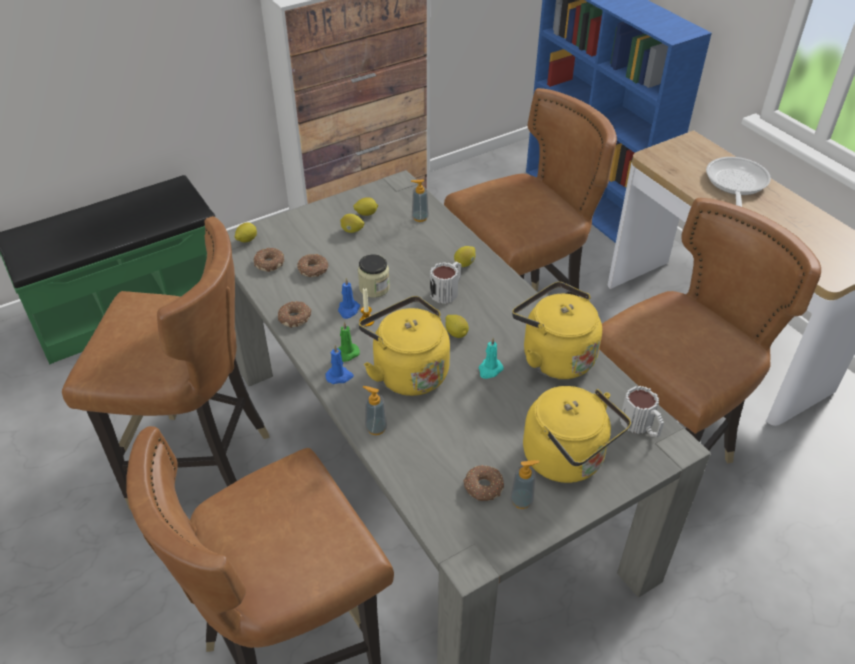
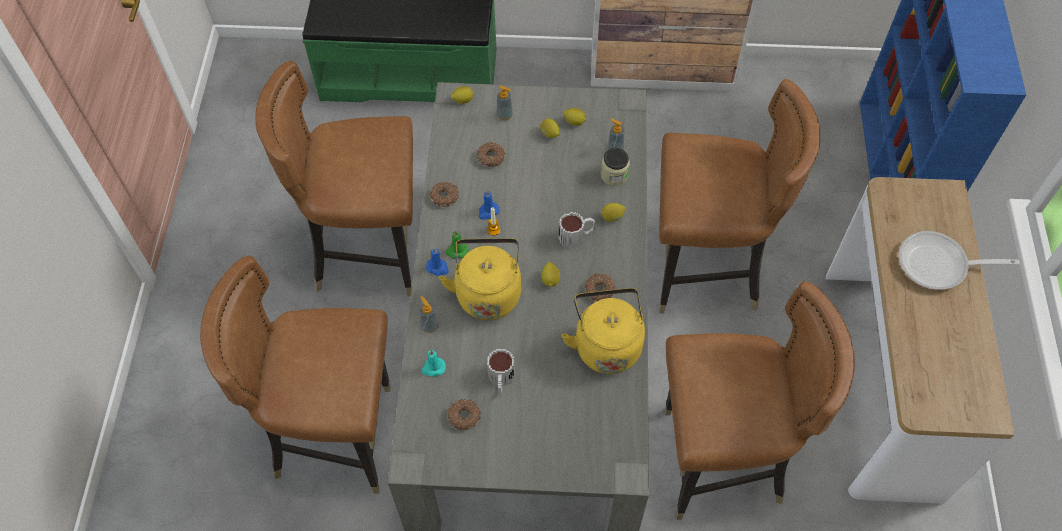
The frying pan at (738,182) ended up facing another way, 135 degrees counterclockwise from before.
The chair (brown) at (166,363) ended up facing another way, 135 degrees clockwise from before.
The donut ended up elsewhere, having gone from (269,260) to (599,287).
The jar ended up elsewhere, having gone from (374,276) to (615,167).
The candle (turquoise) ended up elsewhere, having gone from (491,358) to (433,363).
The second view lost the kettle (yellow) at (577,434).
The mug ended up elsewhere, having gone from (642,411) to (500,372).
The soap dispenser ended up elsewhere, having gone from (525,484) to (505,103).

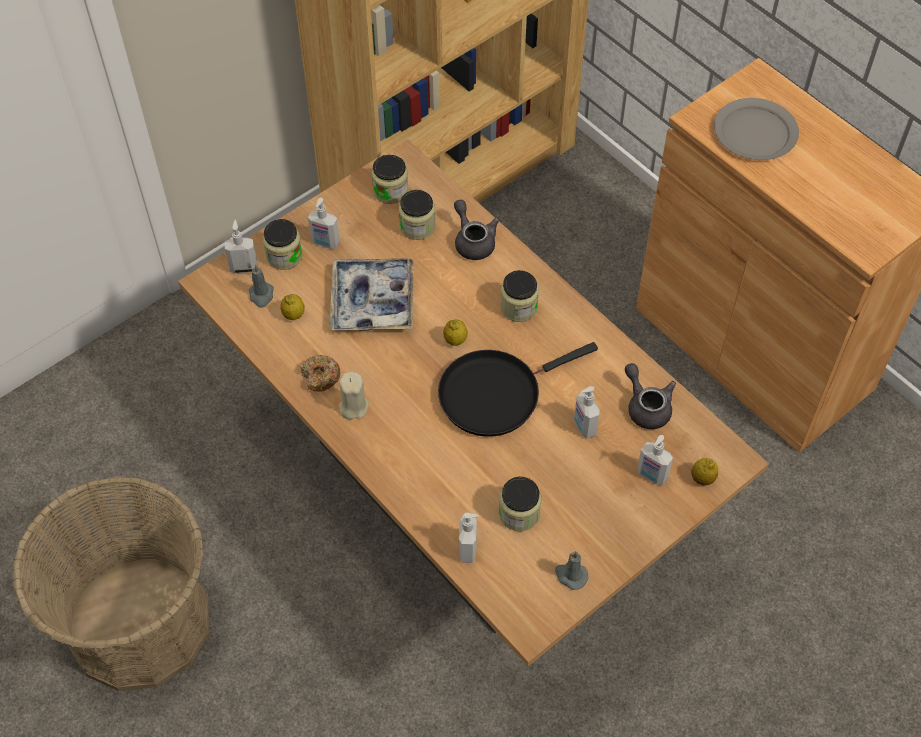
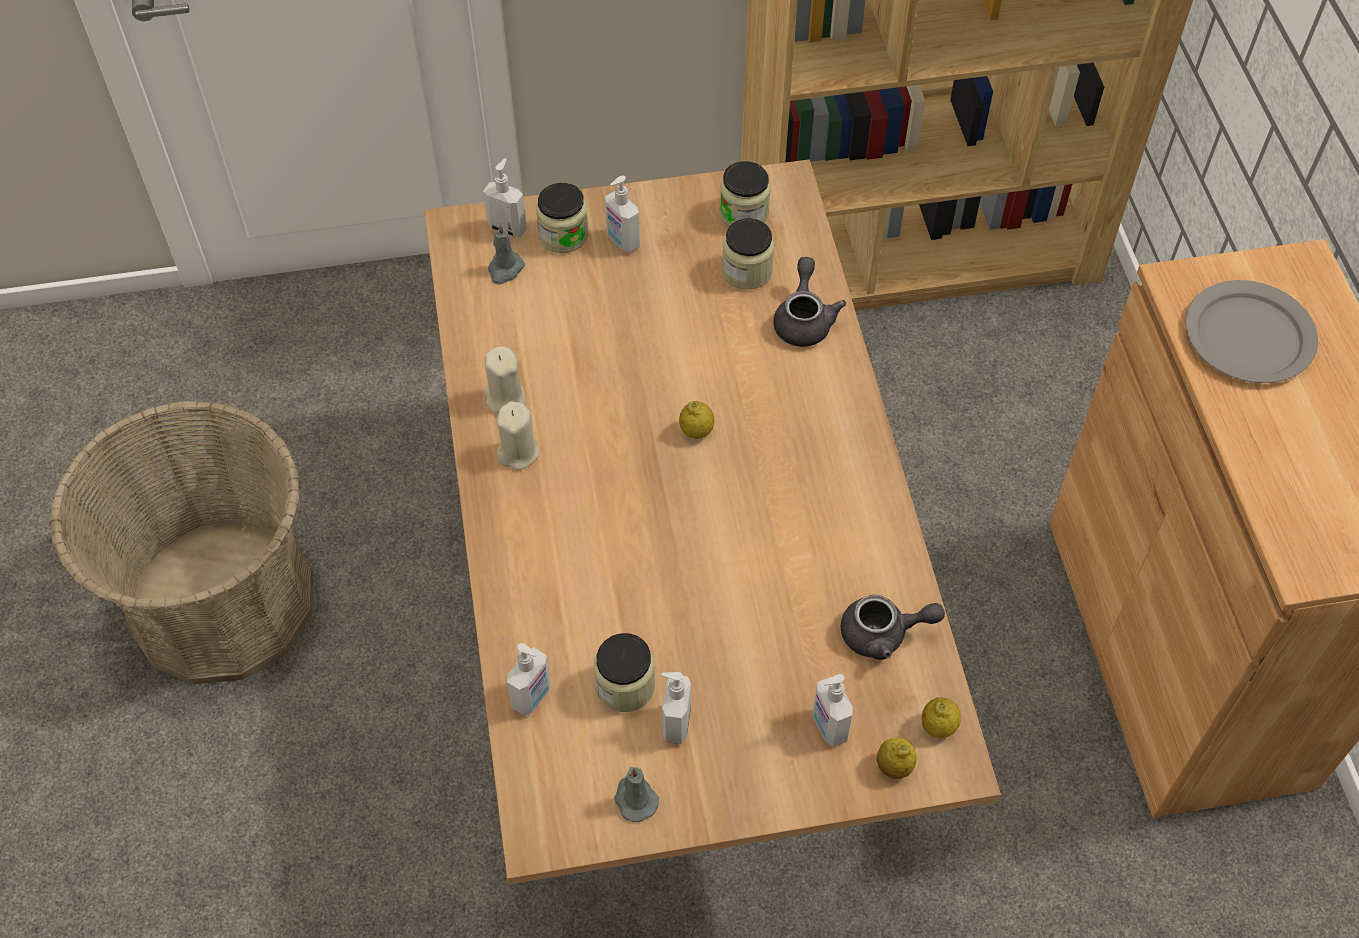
The second view lost the tray at (371,294).
The second view lost the jar at (519,296).
The lemon ended up elsewhere, having gone from (292,307) to (941,717).
The second view lost the frying pan (black) at (518,389).
Where the donut stood at (321,373), the candle (beige) came to stand at (505,380).
The teapot (grey) at (650,396) ended up facing another way, 90 degrees clockwise from before.
The soap dispenser ended up elsewhere, having gone from (587,412) to (676,708).

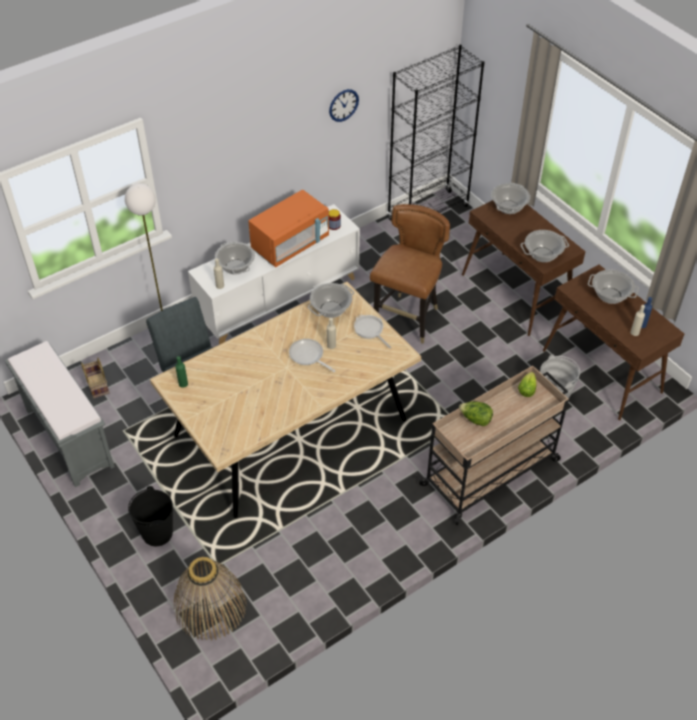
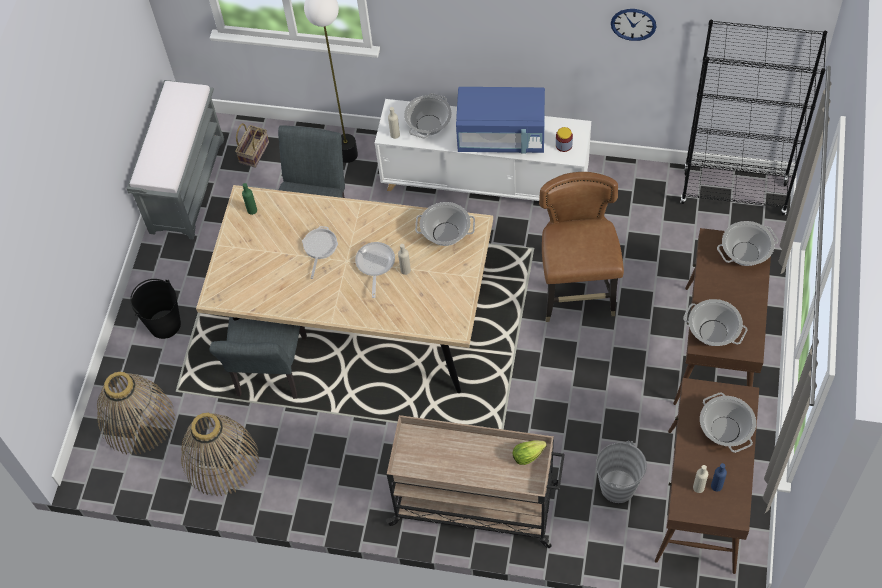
What was the microwave (orange) at (288,228) turned into the microwave (blue) at (500,120).
The chair (brown) at (410,274) ended up facing another way, 75 degrees counterclockwise from before.
The frying pan ended up elsewhere, having gone from (372,332) to (320,252).
The second view lost the lettuce at (476,413).
The second view gained the chair (grey) at (258,358).
The second view gained the basket at (220,454).

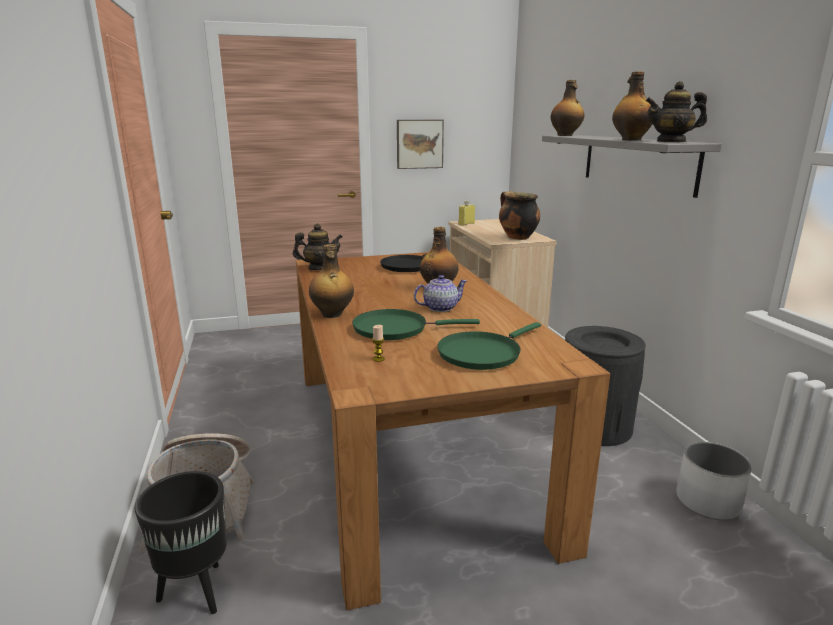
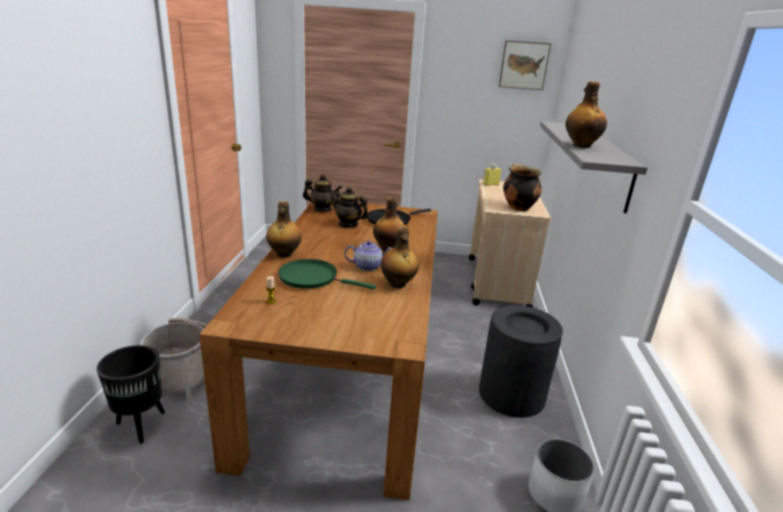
The bottle ended up elsewhere, having gone from (567,108) to (400,257).
The teapot ended up elsewhere, having gone from (676,112) to (350,207).
The picture ended up elsewhere, having gone from (420,144) to (525,65).
The second view lost the frying pan (green) at (489,346).

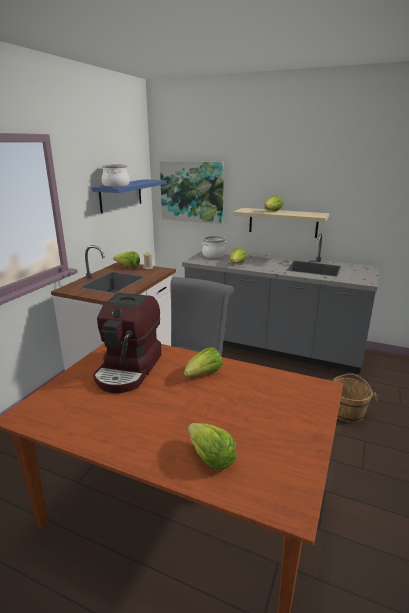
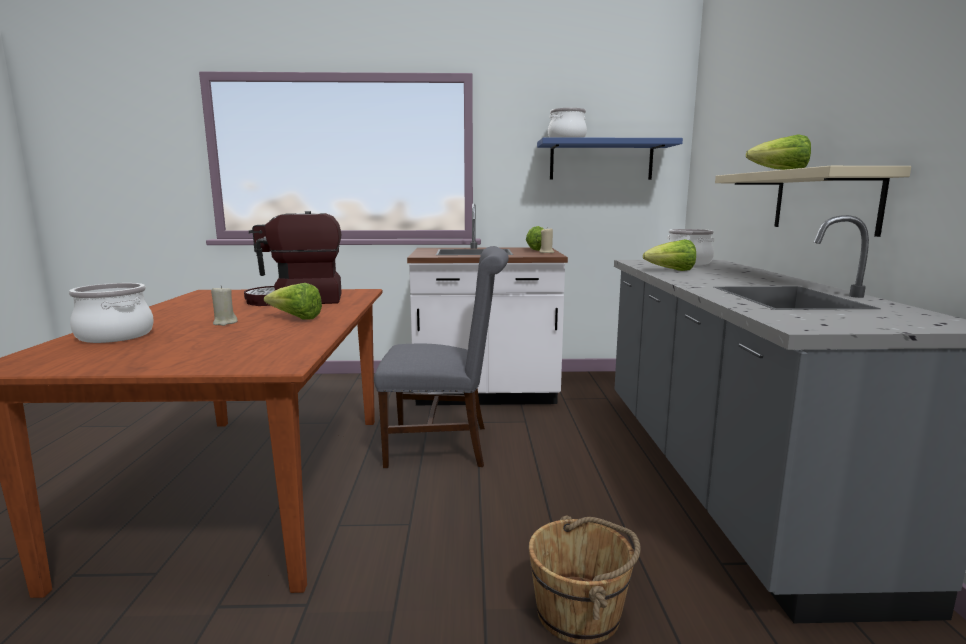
The second view lost the picture at (192,192).
Where the lettuce stood at (212,446), the cooking pot came to stand at (111,313).
The second view gained the candle (beige) at (224,306).

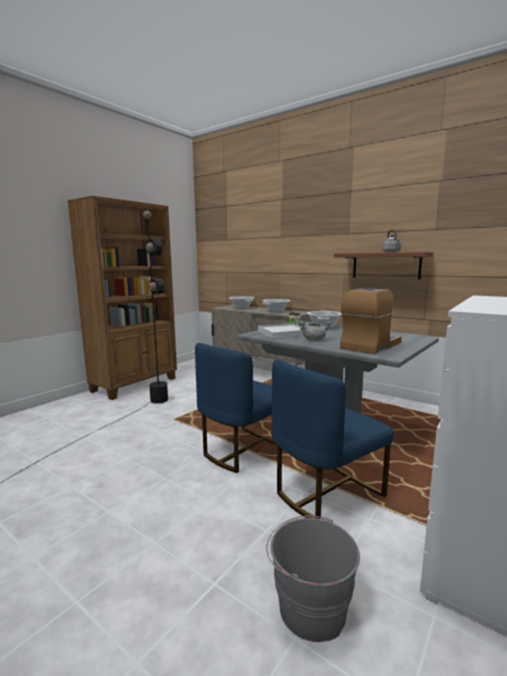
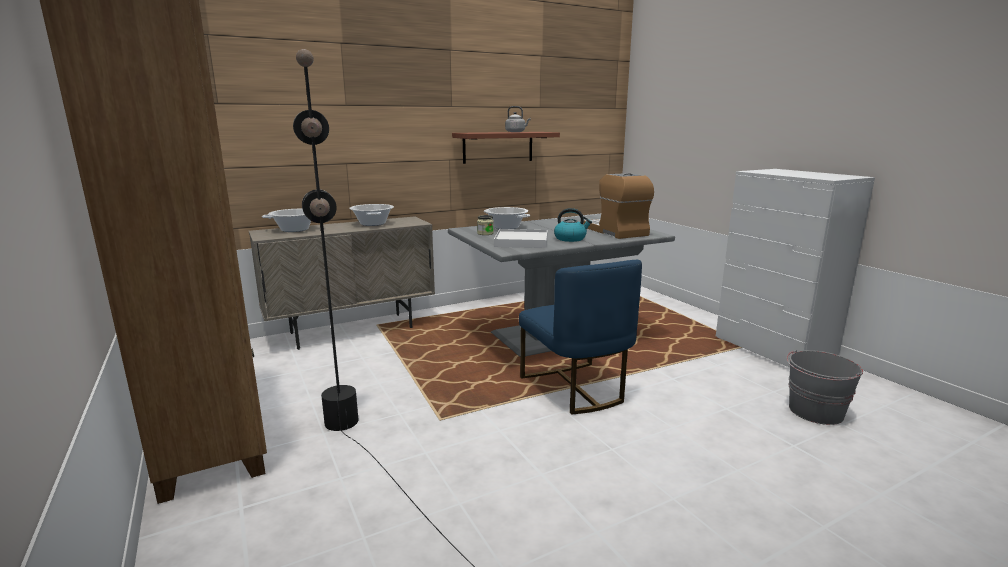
Where the cooking pot (grey) stood at (315,331), the kettle came to stand at (573,225).
The second view lost the chair (blue) at (333,439).

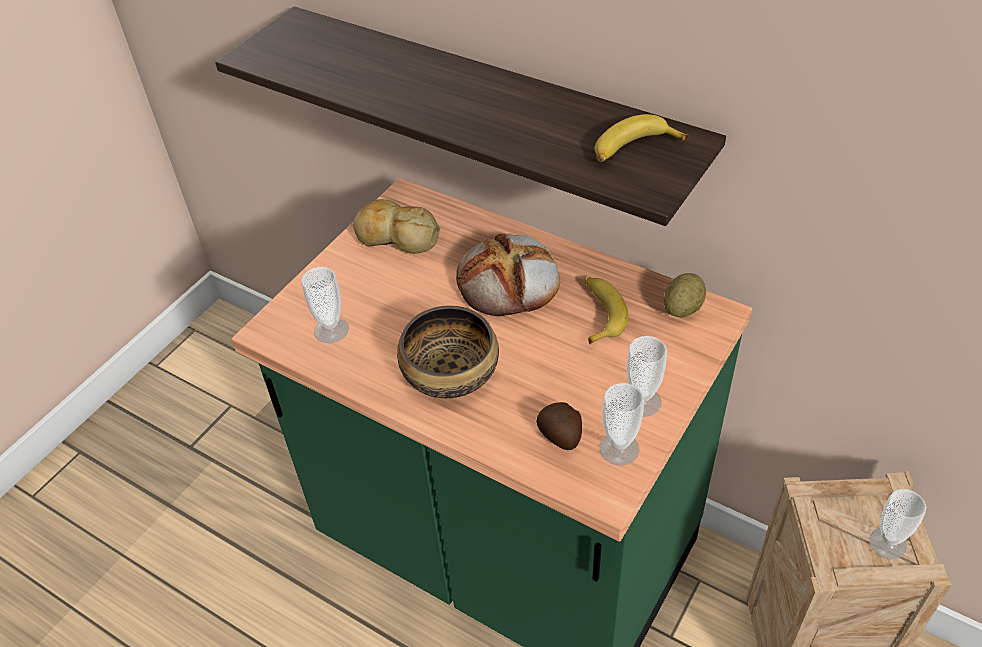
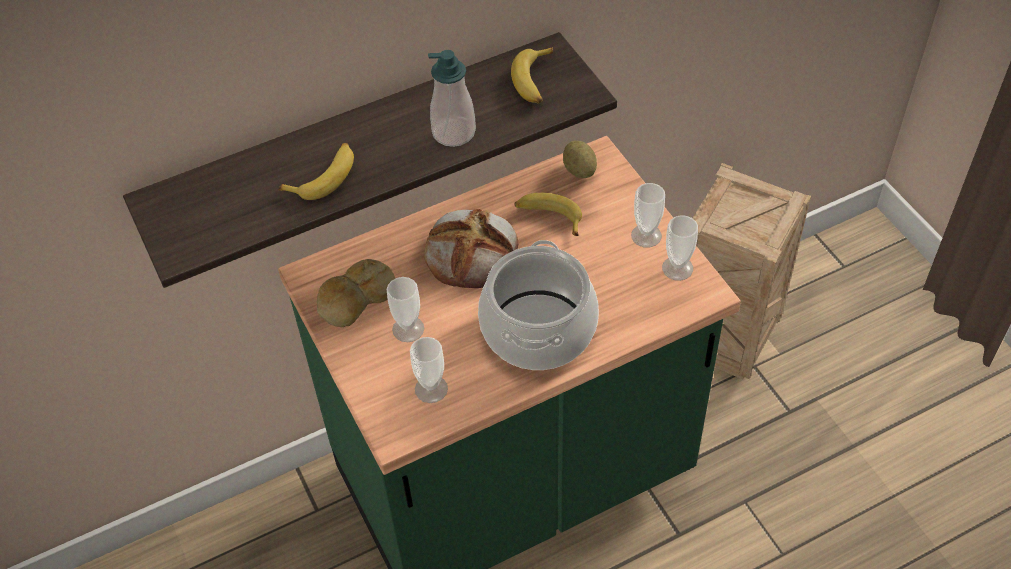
Where the bowl stood at (448,352), the cooking pot came to stand at (538,305).
The second view lost the potato at (559,426).
The cup ended up elsewhere, having gone from (897,524) to (405,309).
The second view gained the soap dispenser at (452,98).
The second view gained the banana at (316,171).

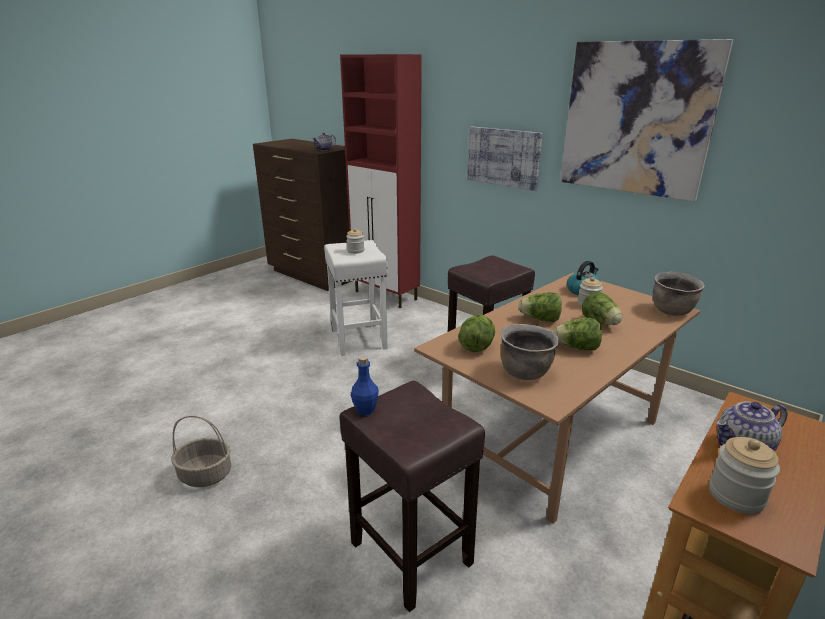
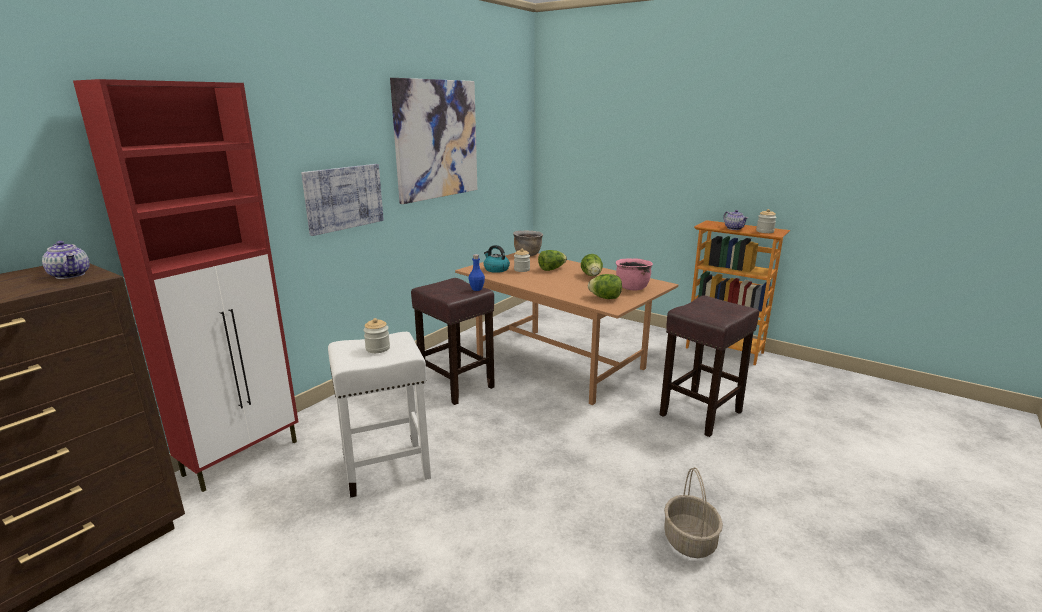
The second view lost the lettuce at (540,307).
What was the cooking pot (brown) at (530,352) turned into the cooking pot (pink) at (634,274).
The bottle (blue) ended up elsewhere, having gone from (365,385) to (477,272).

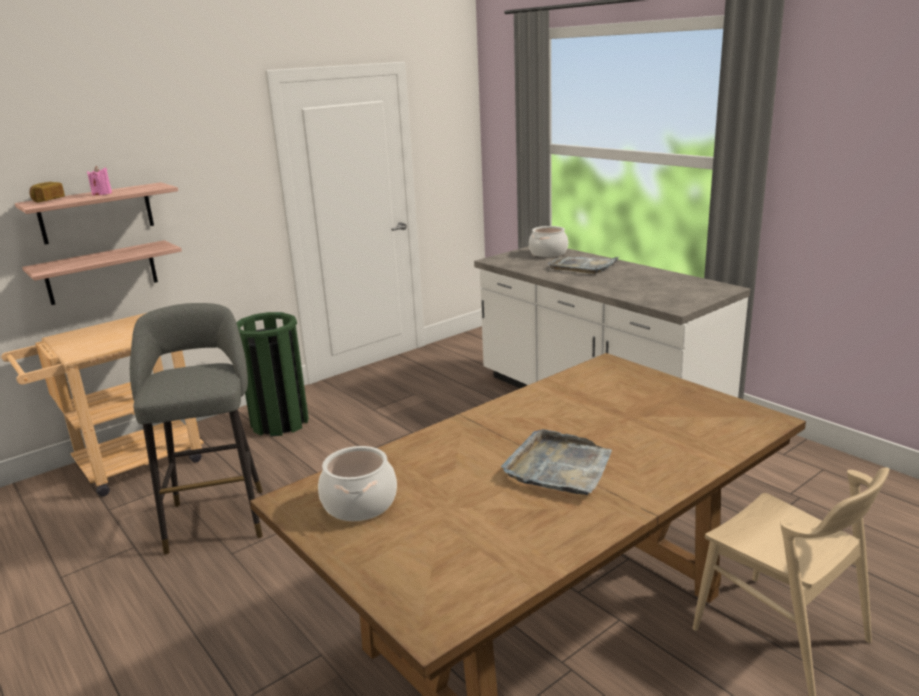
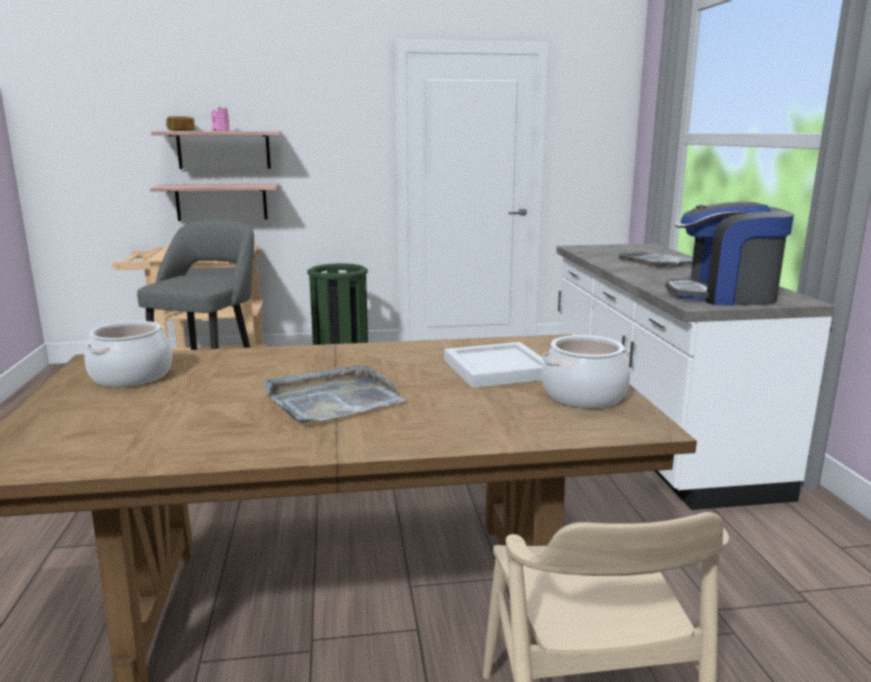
The cooking pot ended up elsewhere, having gone from (548,241) to (586,371).
The second view gained the coffee machine at (729,254).
The second view gained the tray (white) at (494,365).

